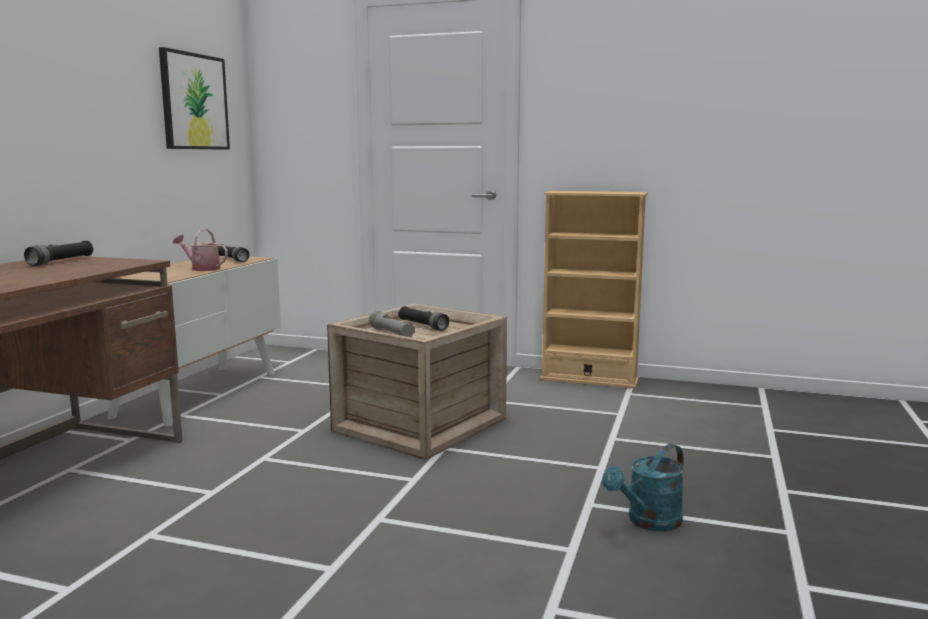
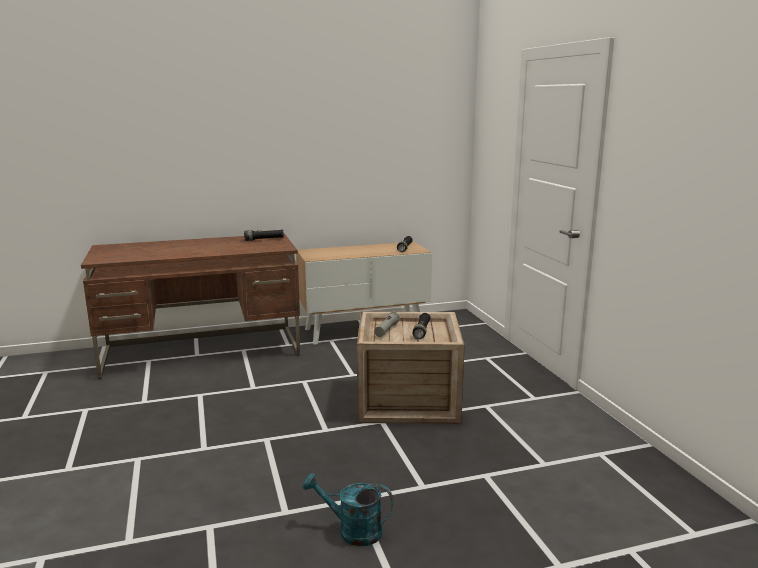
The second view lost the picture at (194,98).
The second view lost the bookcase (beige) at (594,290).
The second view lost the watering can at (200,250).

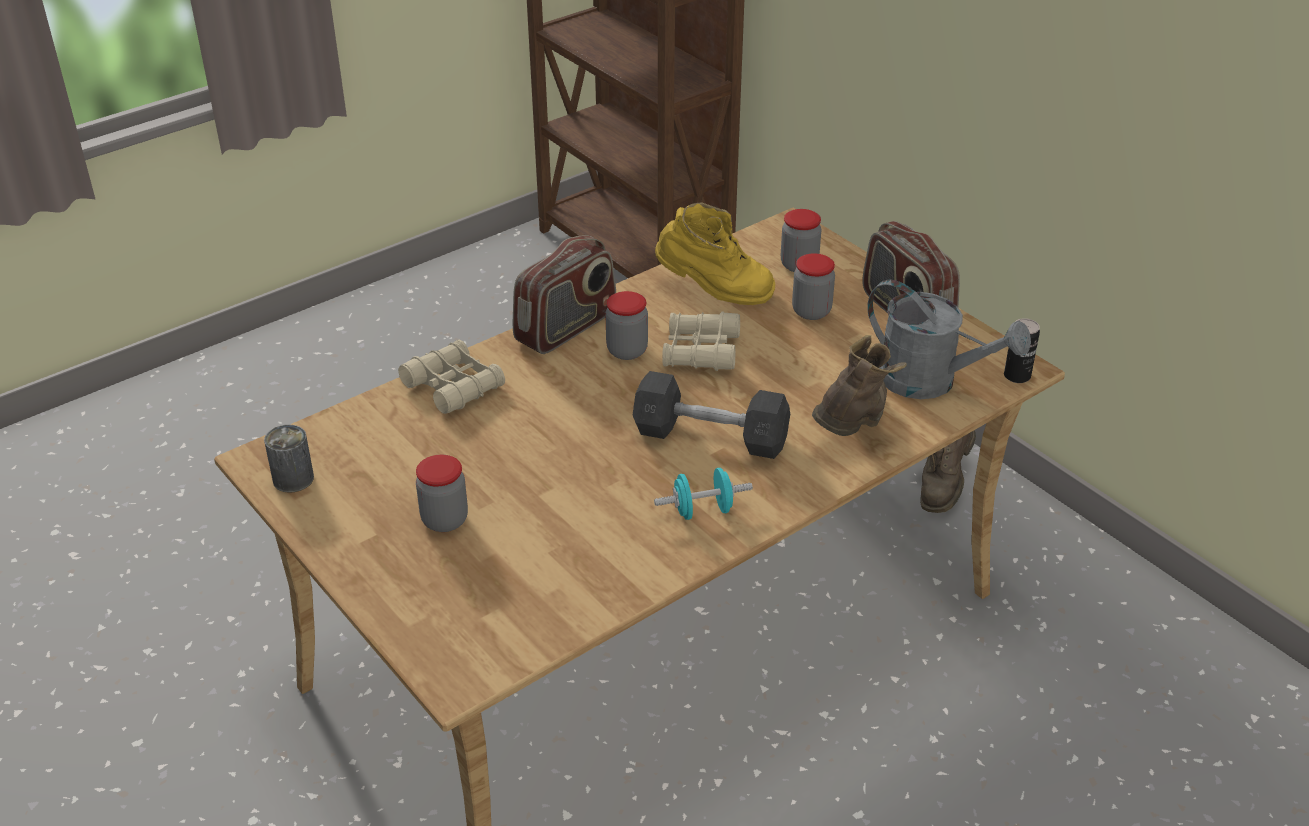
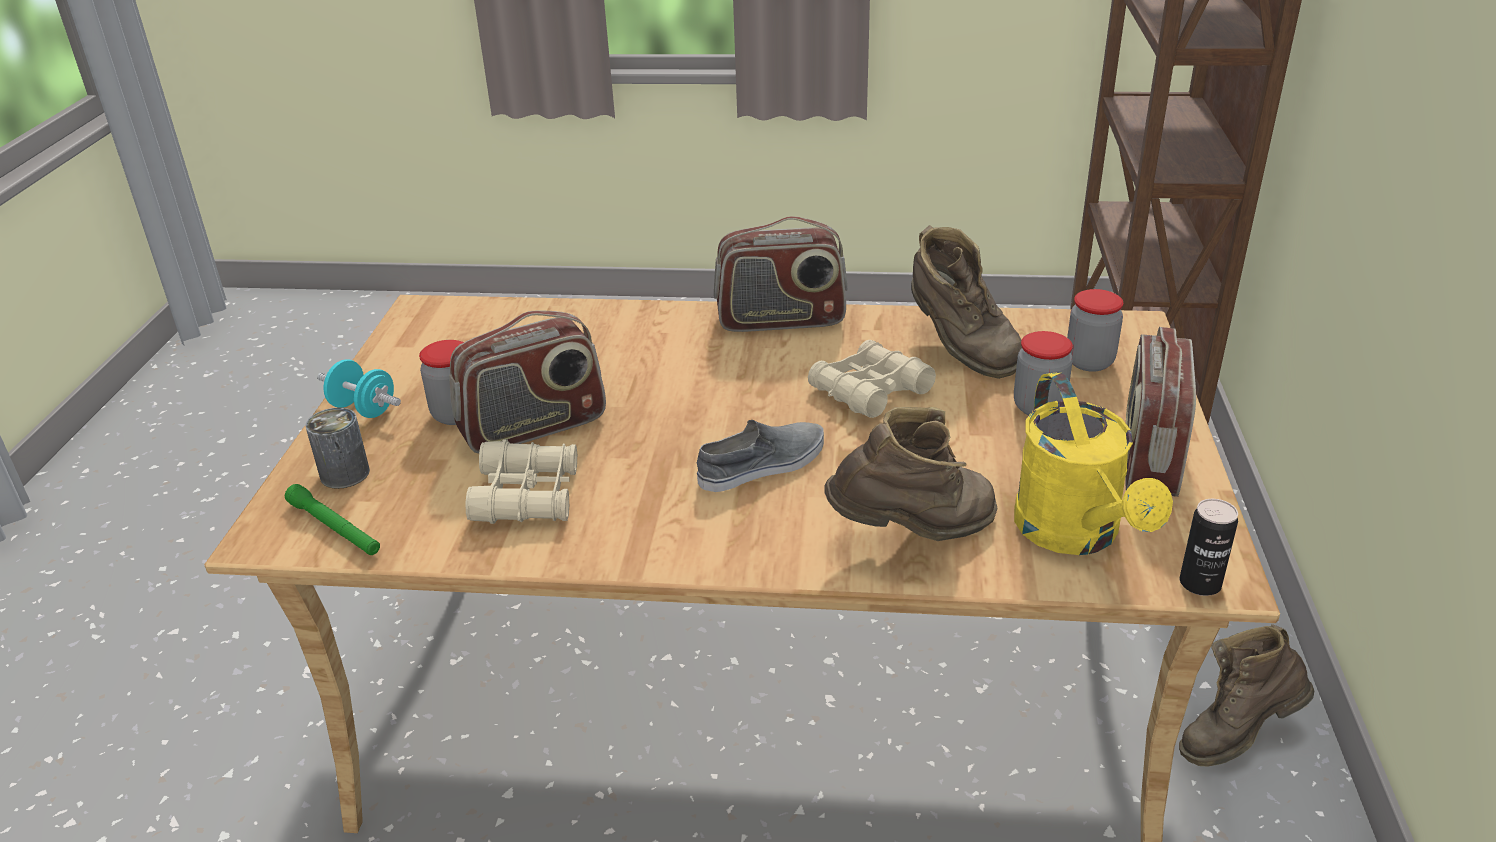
What was the boot (yellow) at (715,253) turned into the boot (brown) at (966,302).
What was the watering can (grey) at (949,339) turned into the watering can (yellow) at (1093,463).
The second view lost the jar at (626,325).
The binoculars (beige) ended up elsewhere, having gone from (451,377) to (521,481).
Where the dumbbell (grey) stood at (711,415), the shoe (grey) came to stand at (760,456).
The can ended up elsewhere, having gone from (289,459) to (337,448).
The dumbbell (turquoise) ended up elsewhere, having gone from (703,494) to (359,389).
The second view gained the radio at (527,381).
The second view gained the flashlight (green) at (332,519).

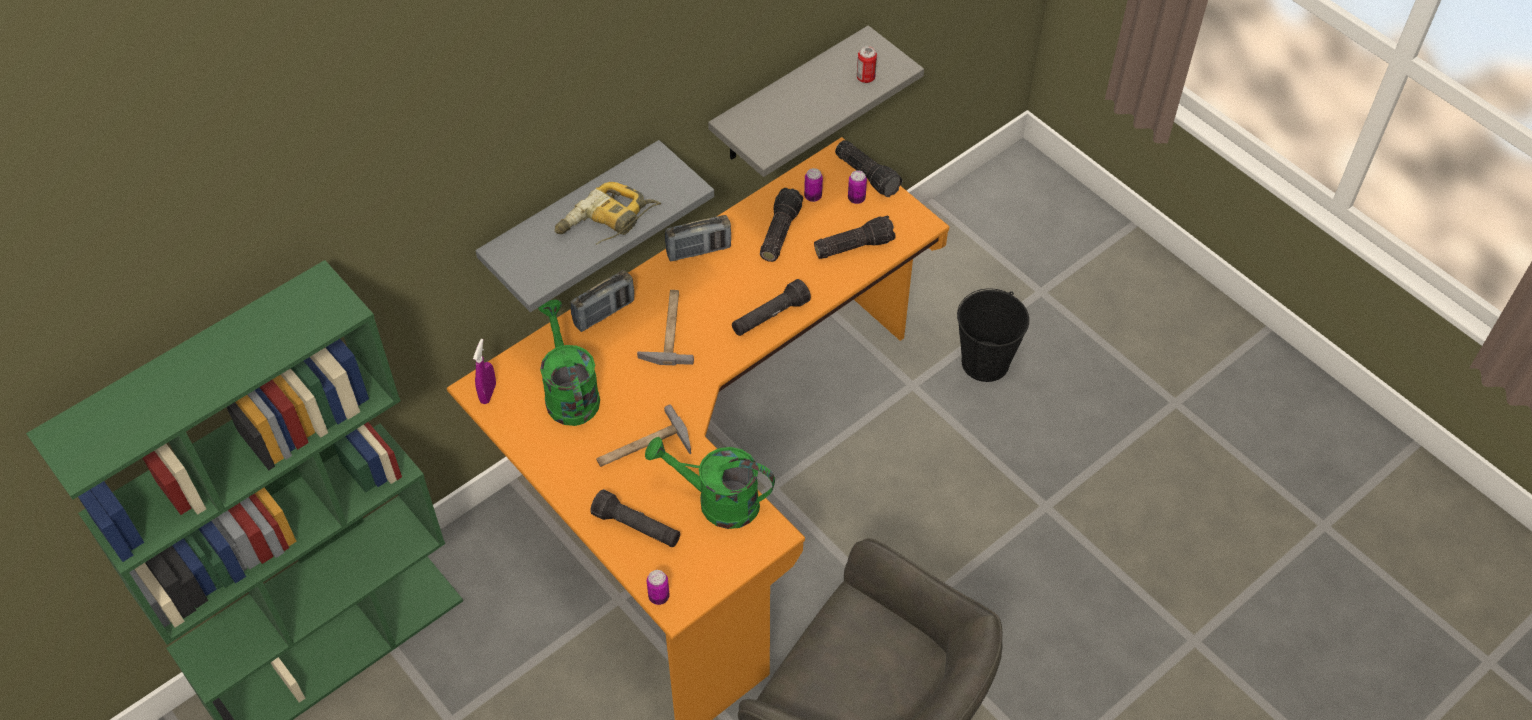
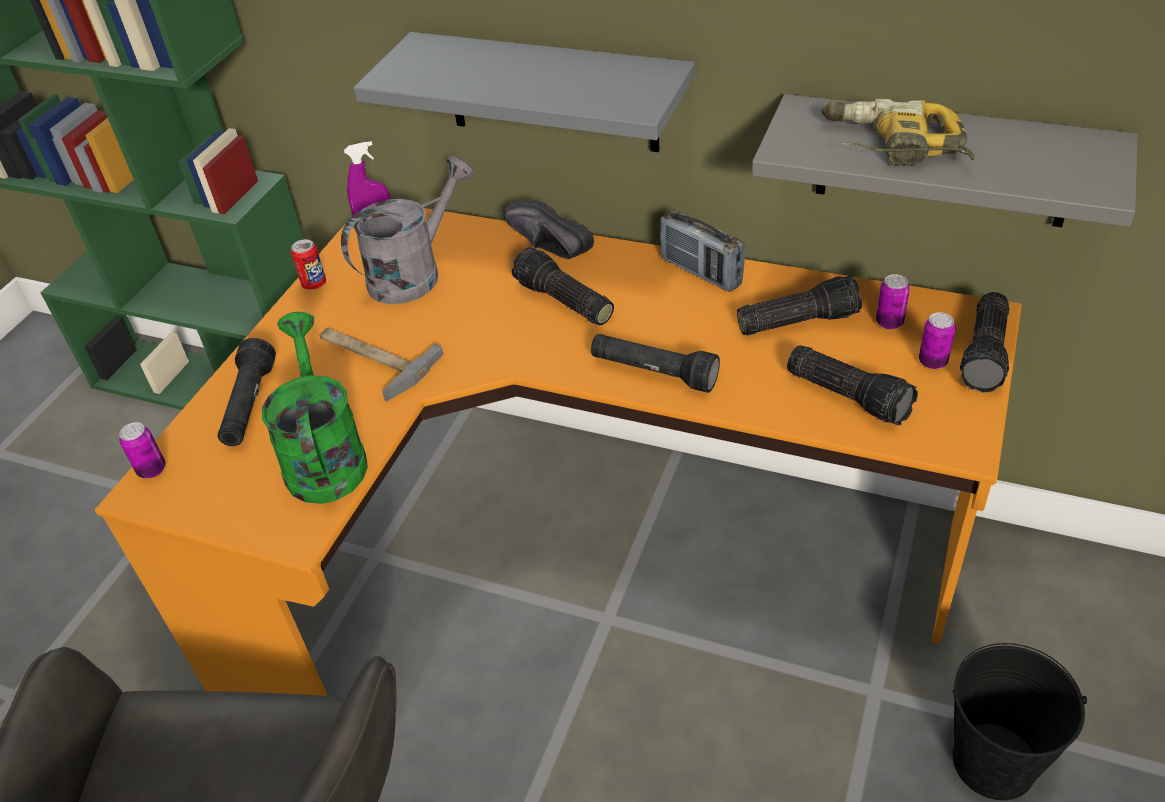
The can ended up elsewhere, having gone from (867,64) to (308,264).
The power drill ended up elsewhere, having gone from (608,213) to (898,132).
Where the radio stood at (602,301), the shoe (black) came to stand at (548,229).
Where the hammer stood at (665,328), the flashlight came to stand at (563,286).
What was the watering can (green) at (569,363) turned into the watering can (grey) at (408,230).

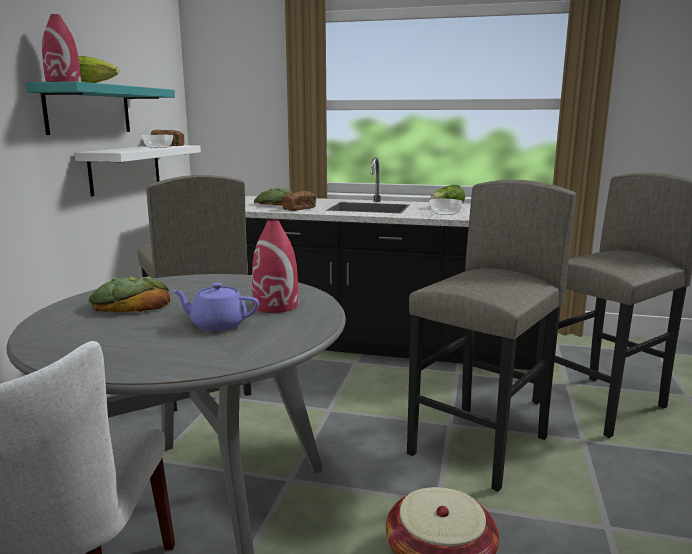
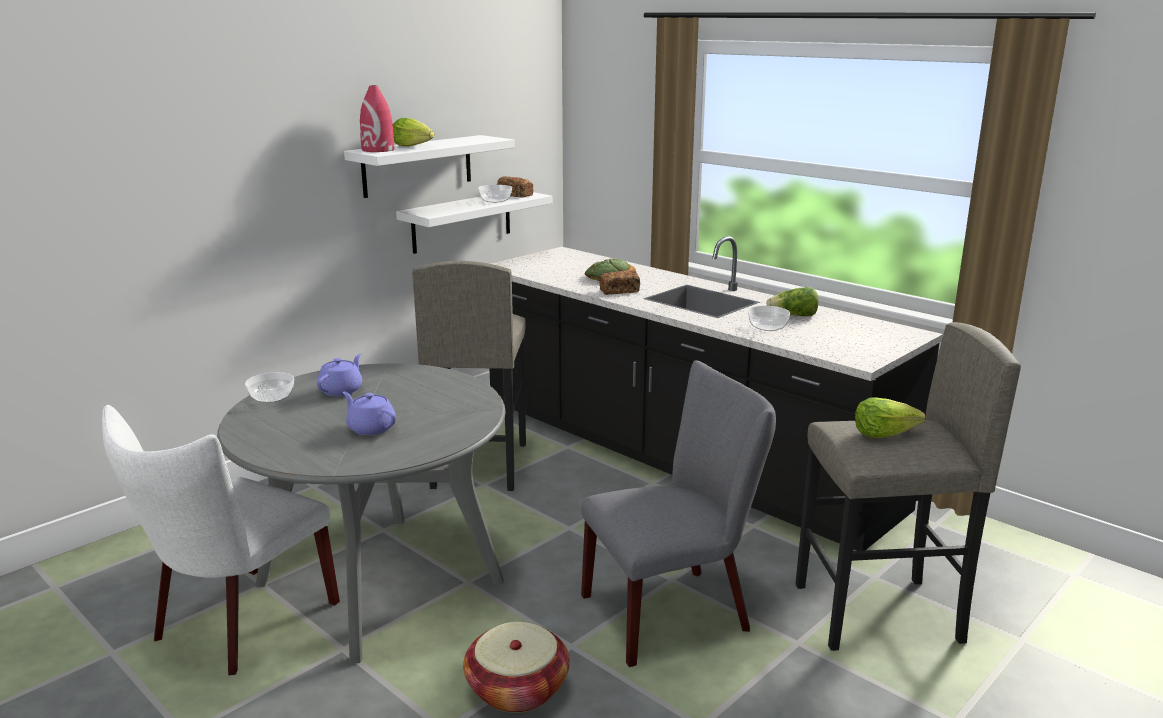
What was the shelf (turquoise) at (100,108) turned into the shelf (white) at (429,166).
Where the stool (grey) stood at (491,336), the chair (grey) came to stand at (678,513).
The second view lost the vase (red) at (275,266).
Where the bread stood at (129,294), the teapot (purple) came to stand at (339,375).
The second view gained the bowl at (269,387).
The second view gained the lettuce at (890,417).

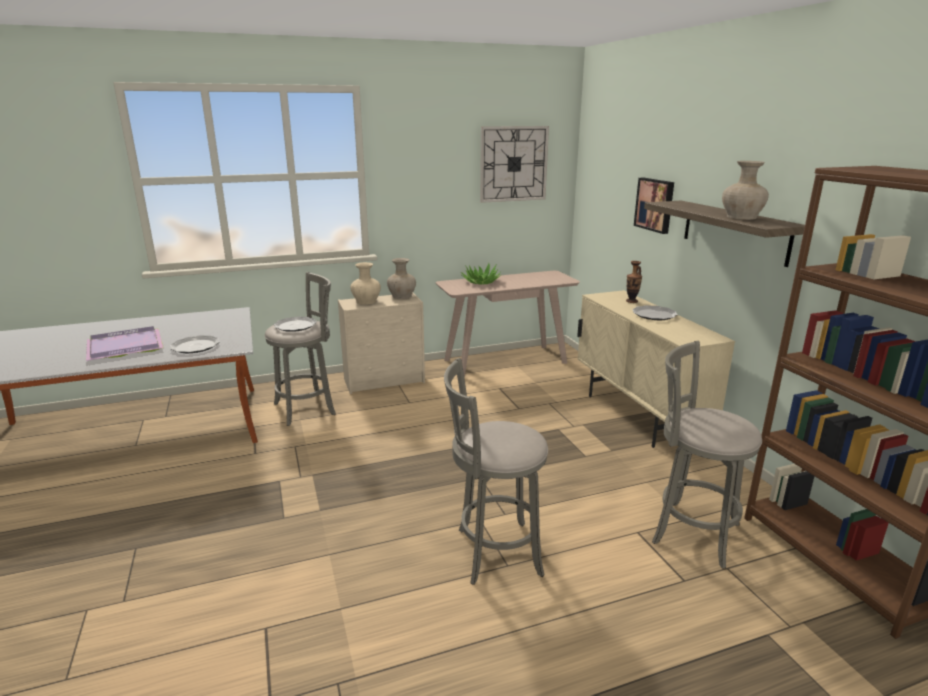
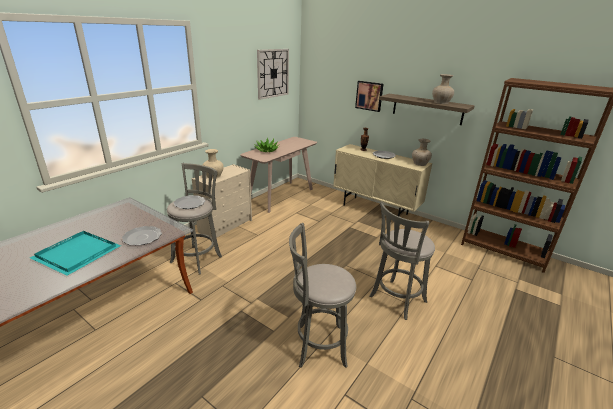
The vase (beige) ended up elsewhere, having gone from (401,278) to (422,152).
What was the tray (purple) at (125,343) turned into the tray (turquoise) at (75,253).
The stool (grey) ended up elsewhere, having gone from (707,455) to (322,295).

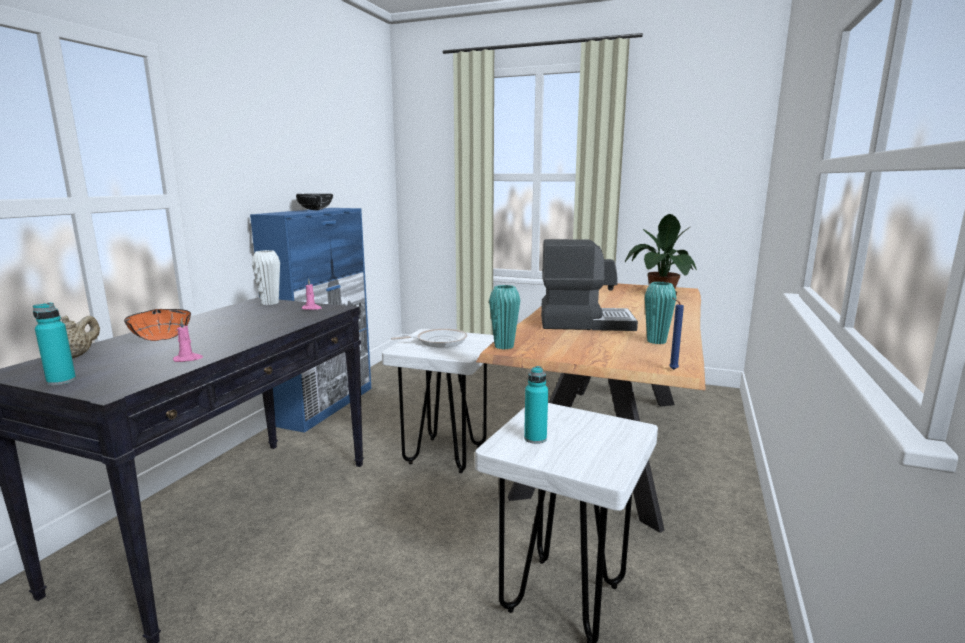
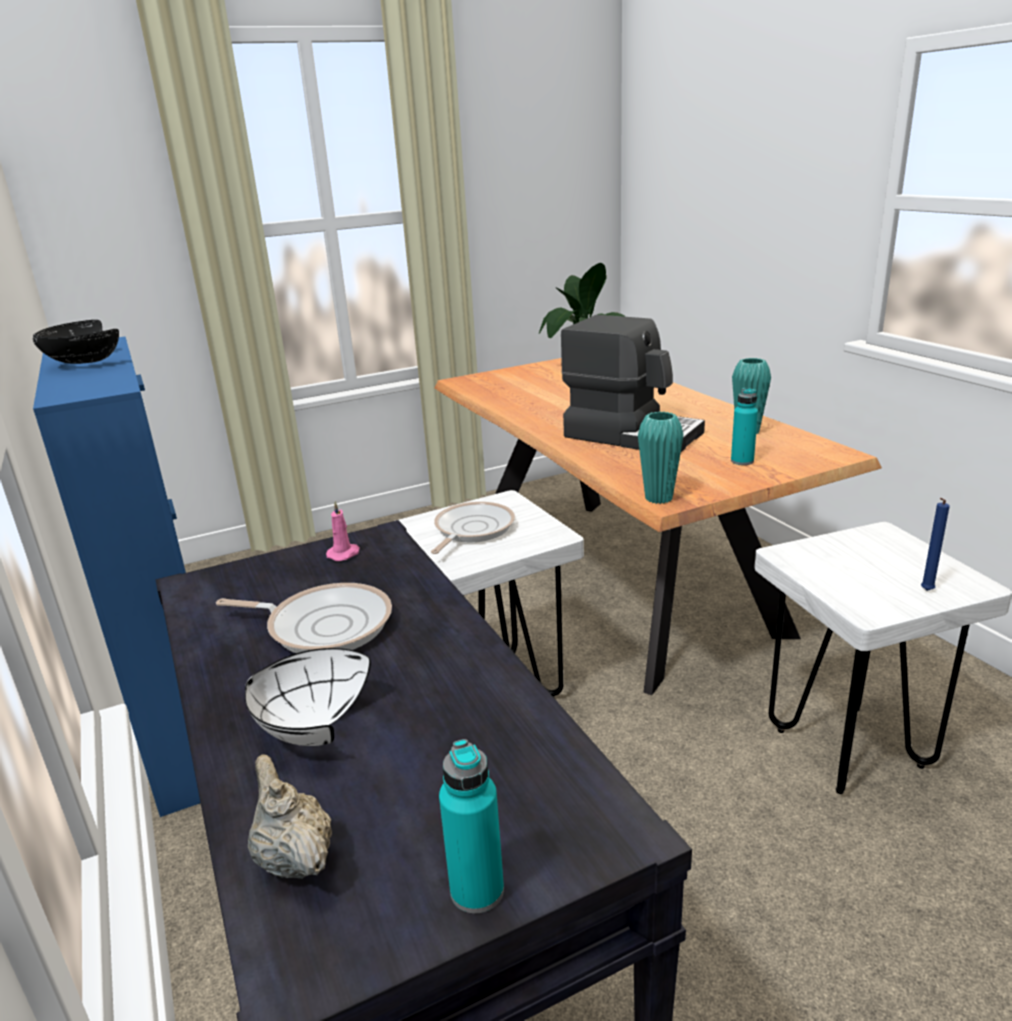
The coffee machine at (589,285) ended up facing another way, 75 degrees clockwise from before.
The second view lost the vase (white) at (266,277).
The candle (blue) ended up elsewhere, having gone from (676,334) to (935,544).
What was the bowl (orange) at (157,325) turned into the bowl (white) at (308,697).
The second view lost the candle (pink) at (188,340).
The bottle (turquoise) ended up elsewhere, having gone from (536,405) to (744,426).
The second view gained the frying pan at (304,618).

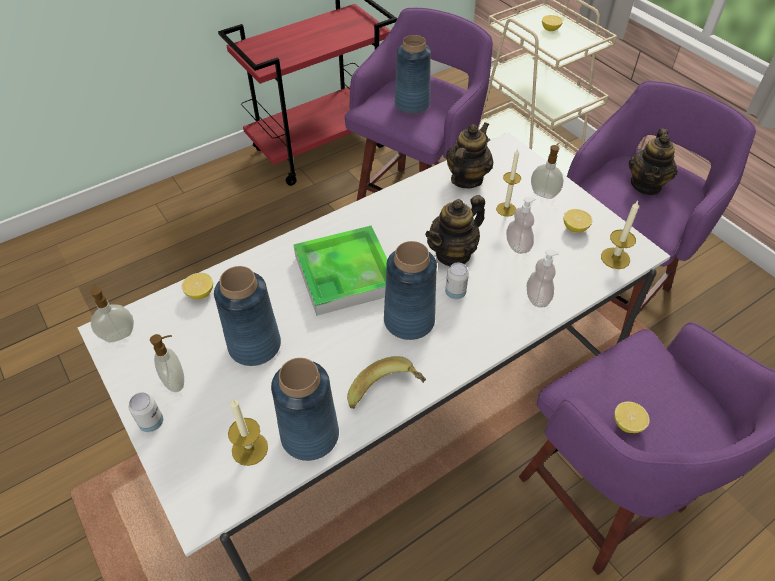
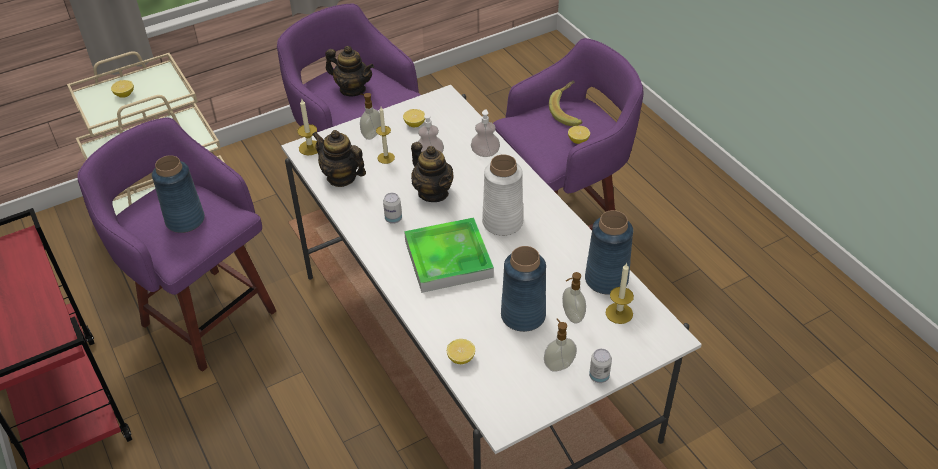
The candle ended up elsewhere, having gone from (620,235) to (307,127).
What was the vase (blue) at (410,290) turned into the vase (white) at (502,195).
The can ended up elsewhere, having gone from (457,281) to (392,208).
The soap dispenser ended up elsewhere, having gone from (112,312) to (574,298).
The banana ended up elsewhere, having gone from (386,382) to (565,103).

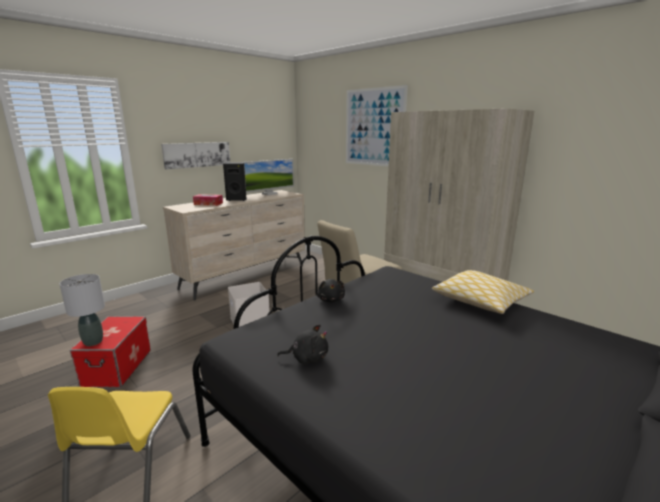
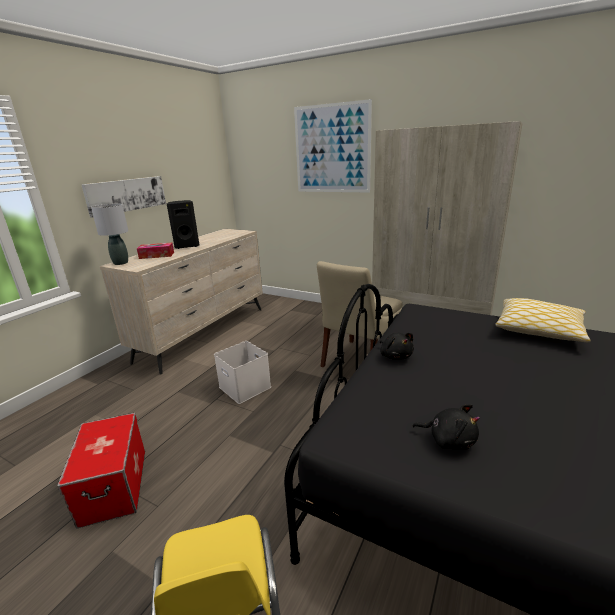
The second view lost the monitor at (269,177).
The table lamp (grey) ended up elsewhere, having gone from (82,310) to (109,234).
The plush toy (black) at (302,344) ended up facing another way, 45 degrees clockwise from before.

